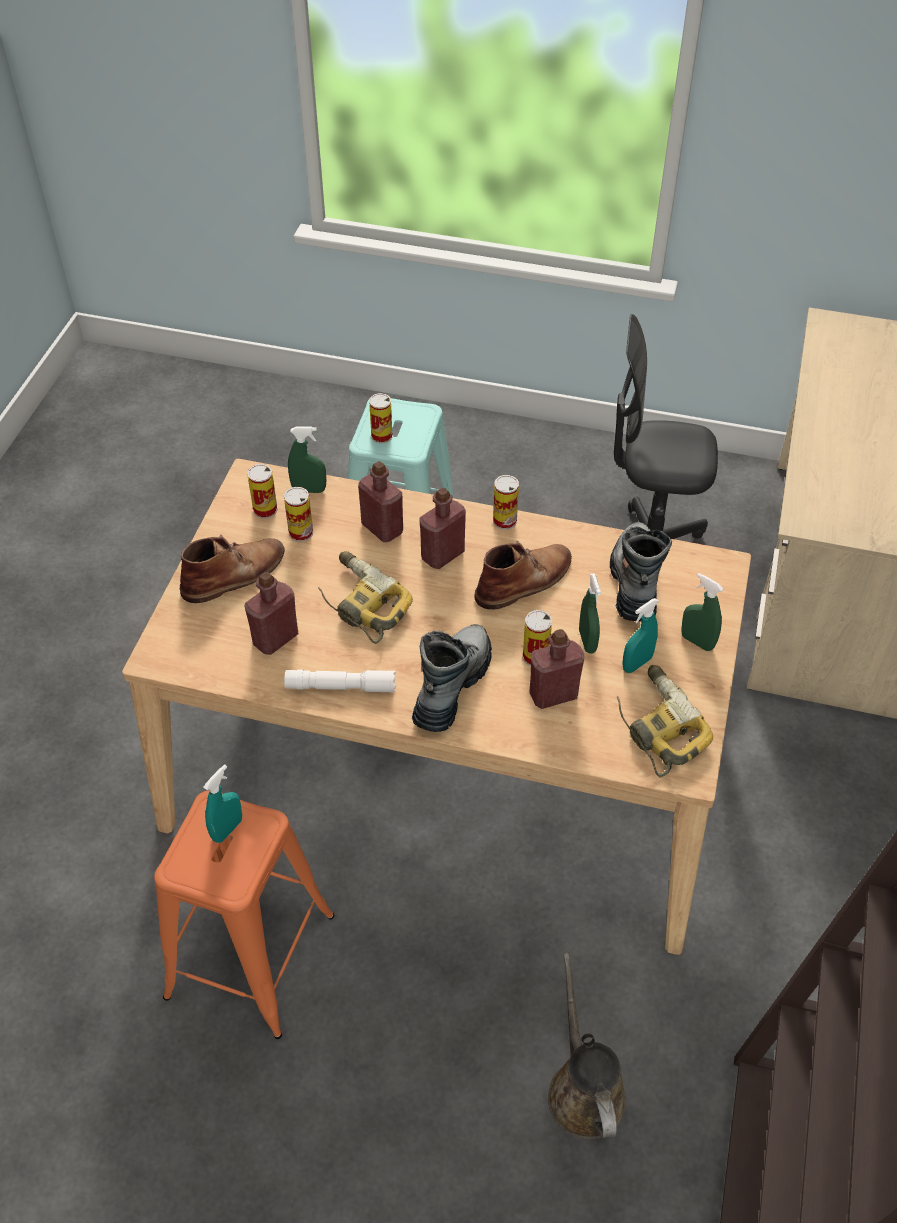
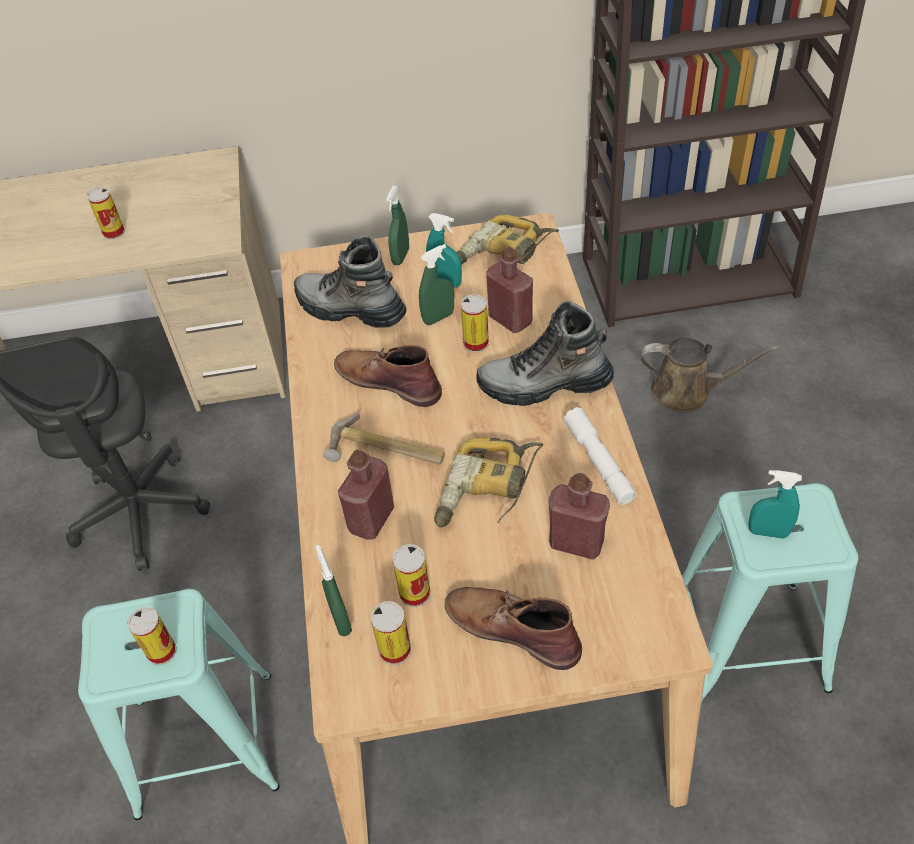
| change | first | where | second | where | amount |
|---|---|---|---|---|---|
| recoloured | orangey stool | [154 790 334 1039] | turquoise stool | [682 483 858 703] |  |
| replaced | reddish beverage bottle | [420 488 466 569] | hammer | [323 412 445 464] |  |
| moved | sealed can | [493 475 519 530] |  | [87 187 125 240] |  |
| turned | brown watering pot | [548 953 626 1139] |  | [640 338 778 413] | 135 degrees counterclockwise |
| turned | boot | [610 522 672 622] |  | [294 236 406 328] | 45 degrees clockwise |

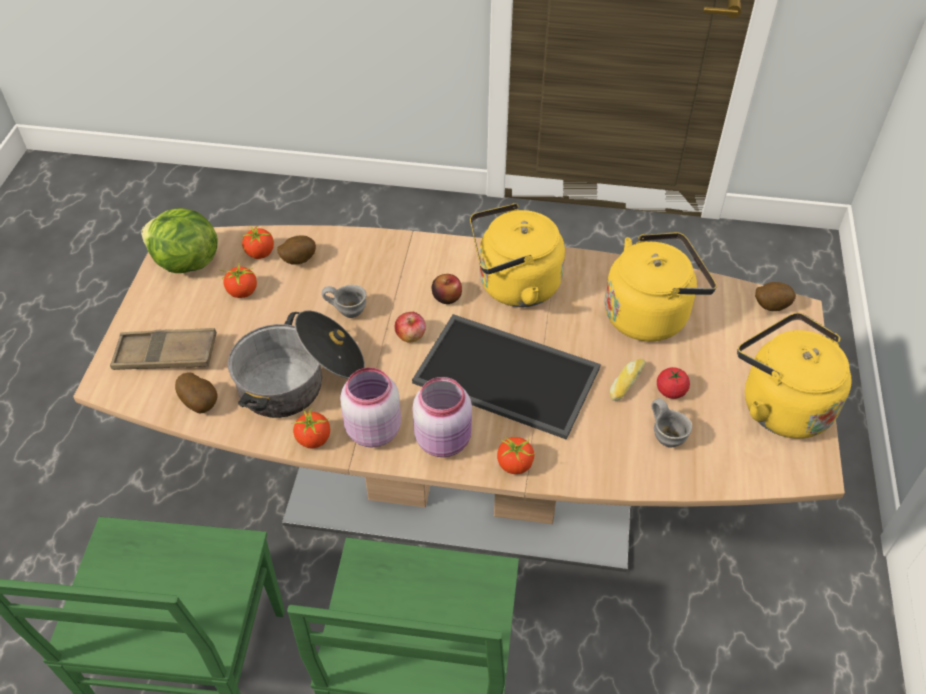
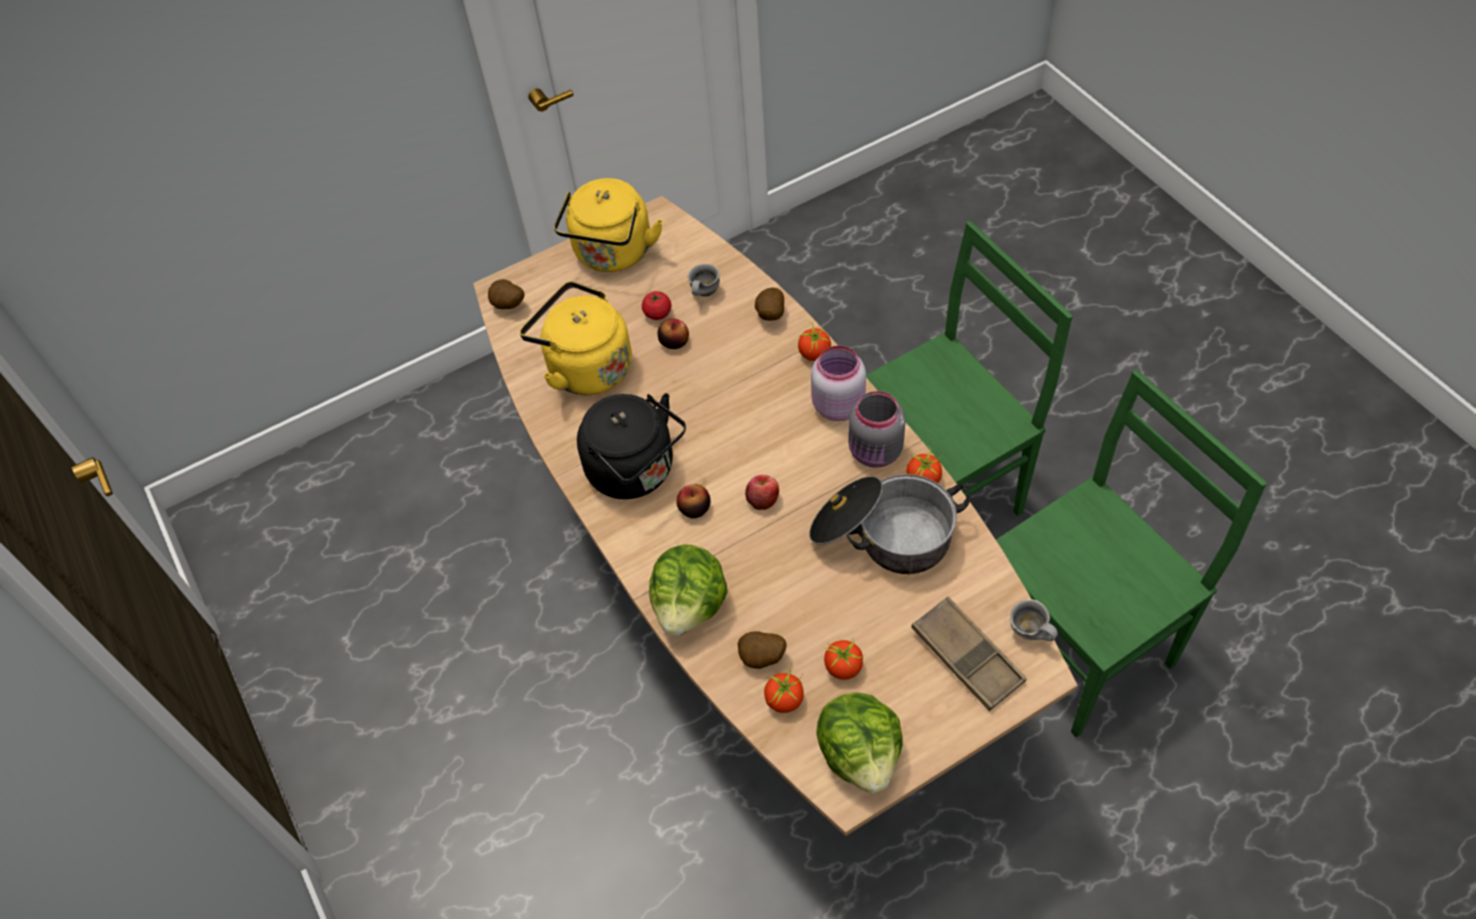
| change | first | where | second | where | amount |
|---|---|---|---|---|---|
| moved | whole potato | [175 372 218 414] |  | [755 287 784 321] |  |
| moved | gray coffee mug | [322 285 367 318] |  | [1010 599 1058 641] |  |
| recoloured | pink jar | [340 367 401 448] | gray jar | [848 391 906 468] |  |
| removed | carrying tray | [412 314 601 440] |  |  |  |
| recoloured | yellowish tea kettle | [470 203 565 307] | black tea kettle | [577 393 686 499] |  |
| replaced | bakery bread | [610 359 646 401] | apple | [657 319 689 349] |  |
| added |  |  | head of lettuce | [649 544 728 636] |  |

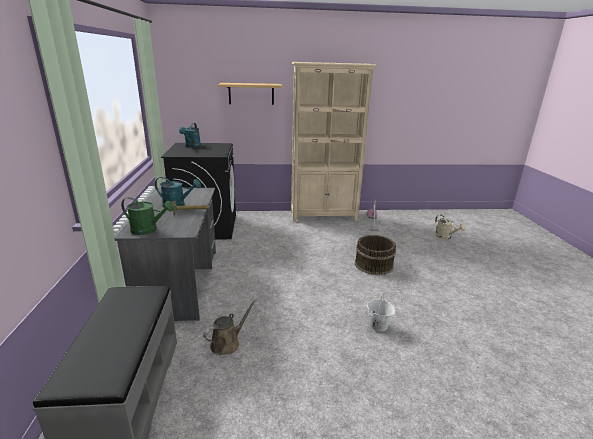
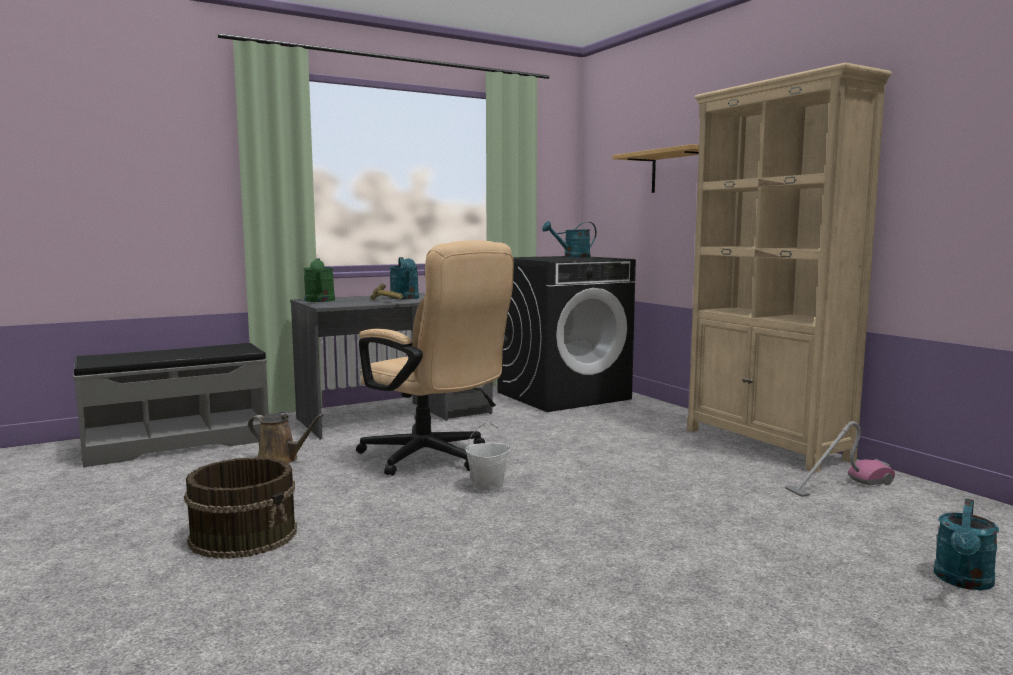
| change | first | where | second | where | amount |
|---|---|---|---|---|---|
| moved | brown pail | [355 235 396 275] |  | [184 457 297 559] |  |
| moved | white pail | [367 294 395 332] |  | [465 422 510 492] |  |
| recoloured | beige-coloured watering pot | [435 215 466 239] | turquoise watering pot | [934 499 999 590] |  |
| added |  |  | beige-coloured desk chair | [356 240 514 476] |  |

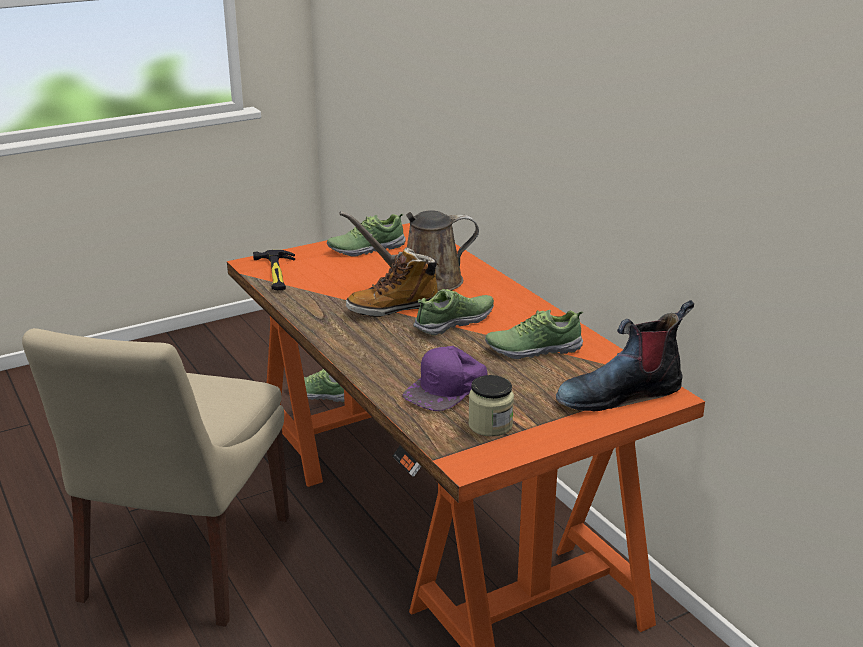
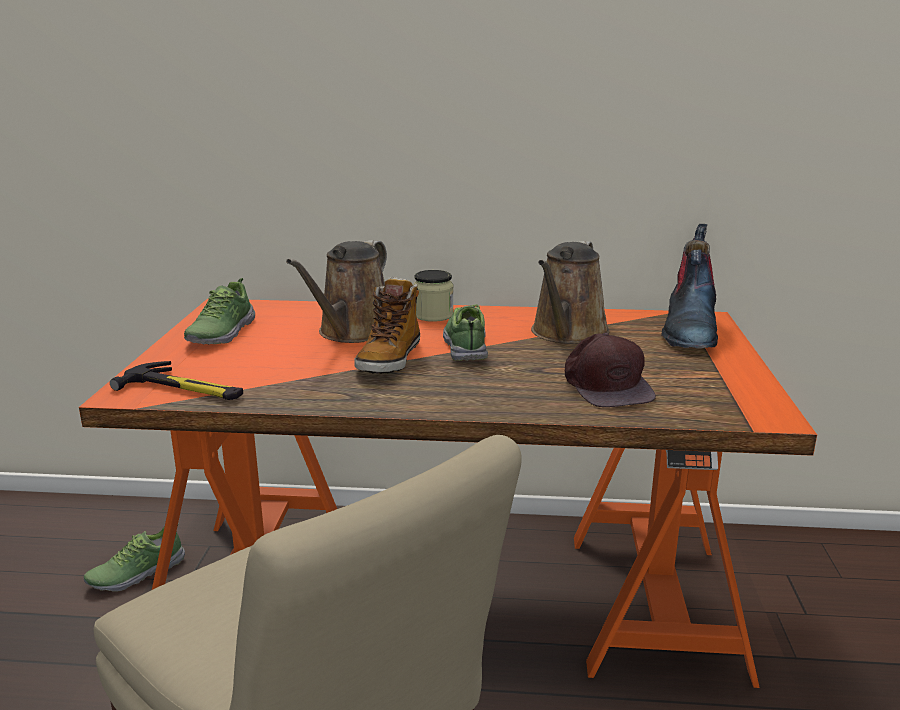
| change | first | where | second | where | amount |
|---|---|---|---|---|---|
| recoloured | purple-coloured baseball cap | [403 346 487 411] | brown baseball cap | [565 333 656 407] |  |
| moved | jar | [468 375 514 437] |  | [413 270 454 322] |  |
| replaced | shoe | [485 310 583 359] | brown watering pot | [531 241 610 344] |  |

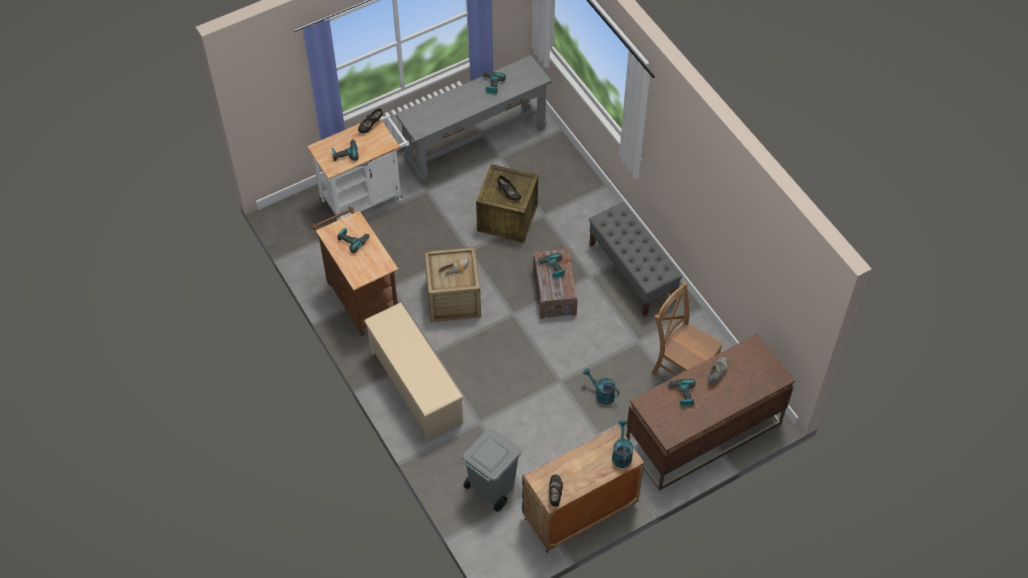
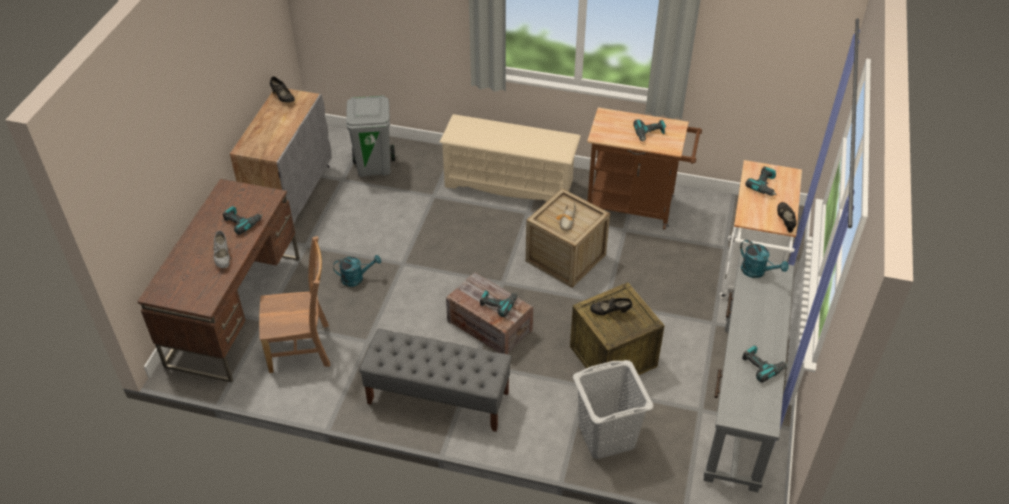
| change | first | where | second | where | amount |
|---|---|---|---|---|---|
| moved | turquoise watering pot | [612 420 634 468] |  | [740 240 789 278] |  |
| added |  |  | gray laundry basket | [573 360 653 459] |  |

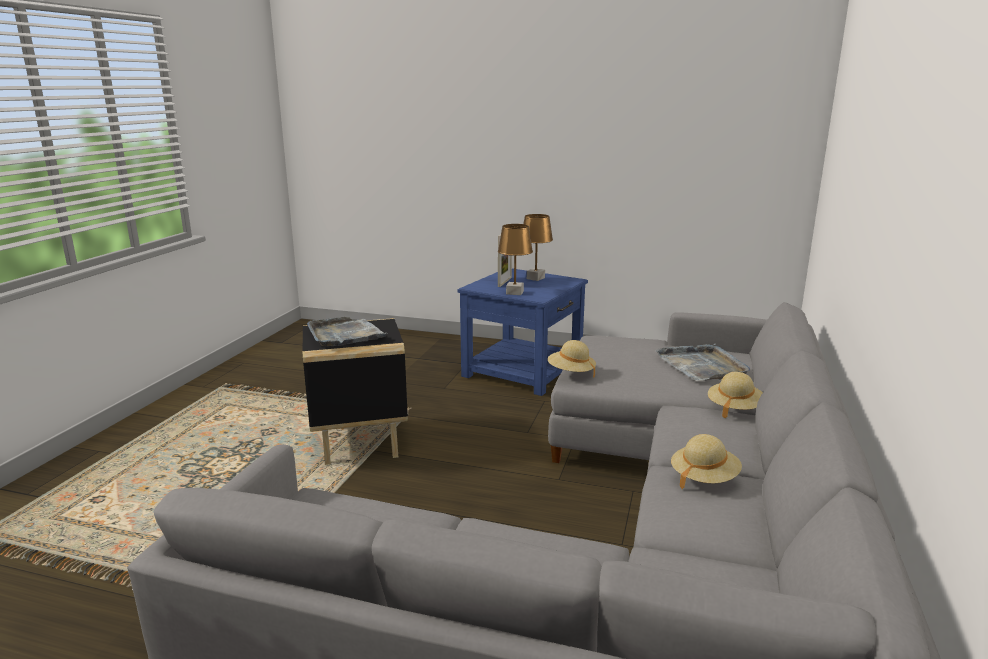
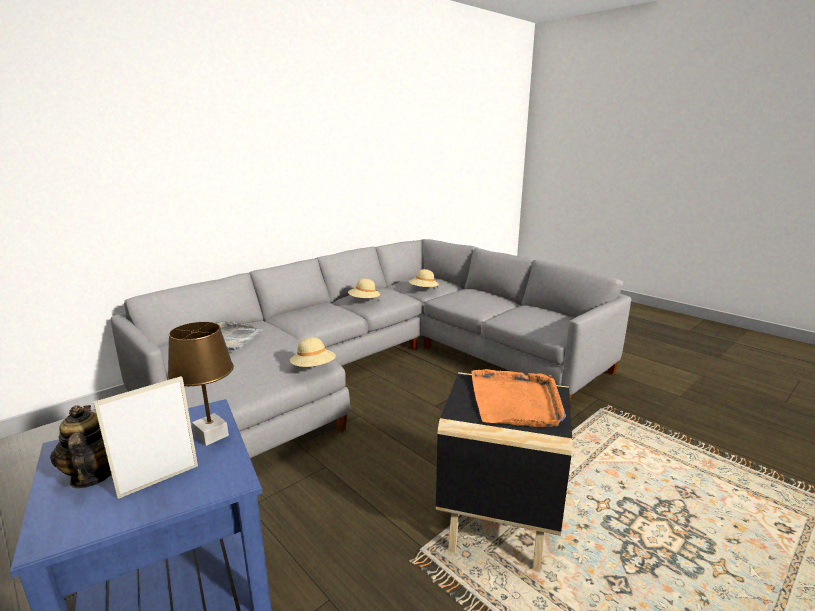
| change | first | where | second | where | amount |
|---|---|---|---|---|---|
| recoloured | gray carrying tray | [307 317 386 346] | orangey carrying tray | [471 369 566 427] |  |
| replaced | brown tabletop lamp | [523 214 553 281] | teapot | [50 405 111 488] |  |
| moved | beige-coloured clothing hat | [708 372 763 418] |  | [409 269 439 289] |  |

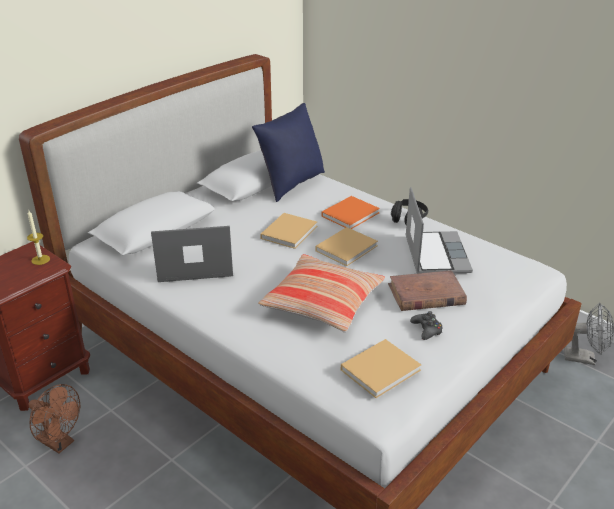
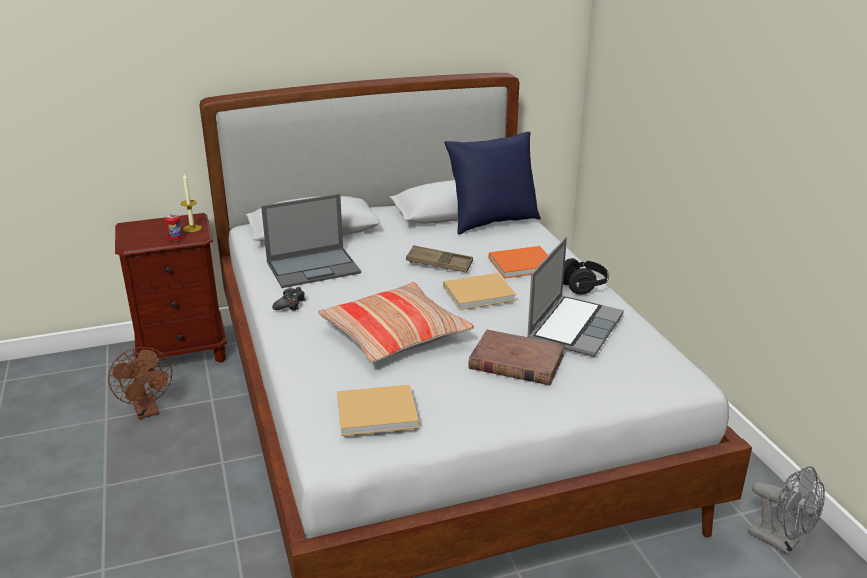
| change | first | where | second | where | amount |
|---|---|---|---|---|---|
| turned | notebook computer | [151 226 233 282] |  | [261 194 361 288] | 135 degrees clockwise |
| replaced | beige-coloured bound book | [260 213 317 249] | brown carrying tray | [406 245 473 273] |  |
| moved | black joypad | [410 311 442 340] |  | [272 287 306 311] |  |
| added |  |  | sealed can | [165 213 182 241] |  |

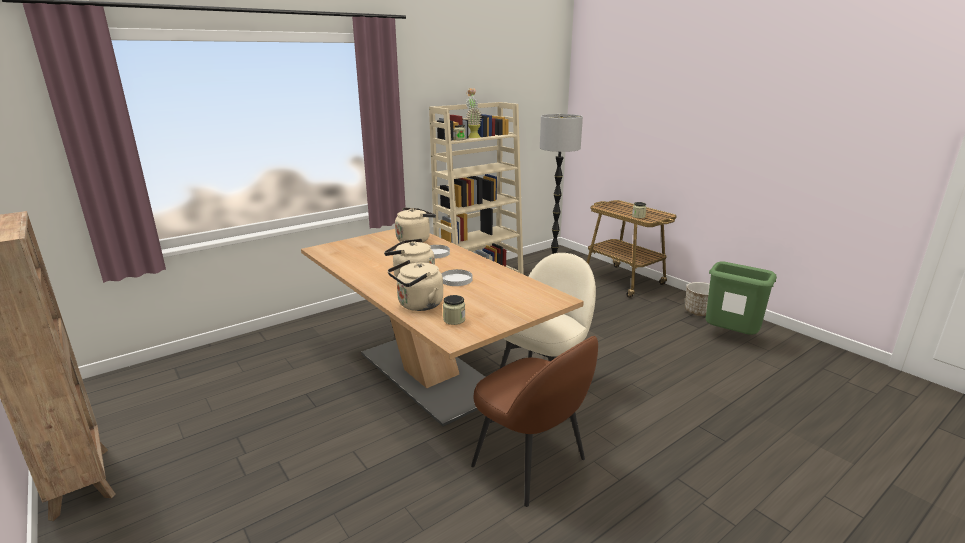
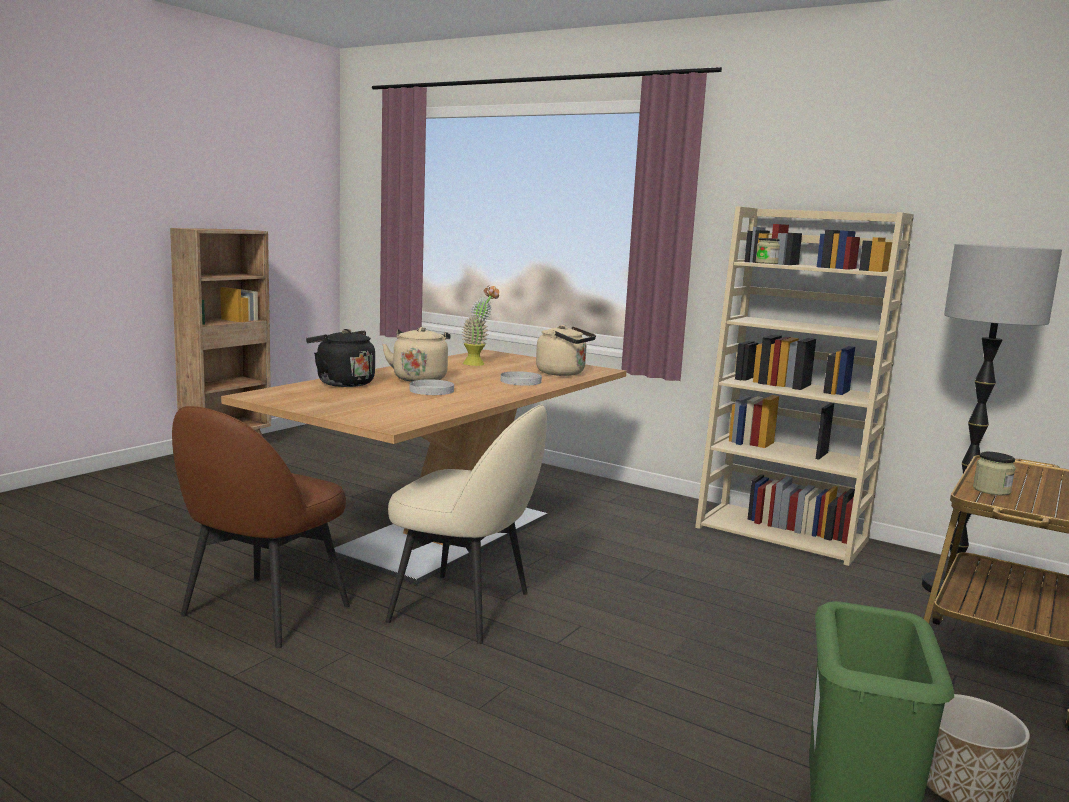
| change | first | where | second | where | amount |
|---|---|---|---|---|---|
| recoloured | beige-coloured tea kettle | [388 260 443 311] | black tea kettle | [306 329 375 387] |  |
| removed | jar | [443 295 465 325] |  |  |  |
| moved | houseplant | [466 88 482 138] |  | [462 286 499 366] |  |

